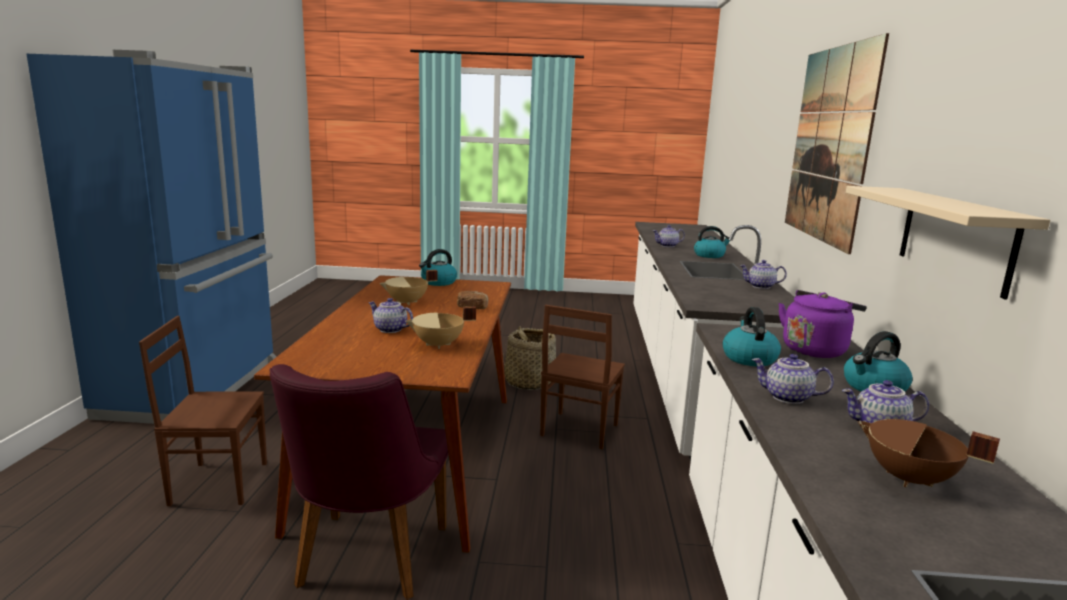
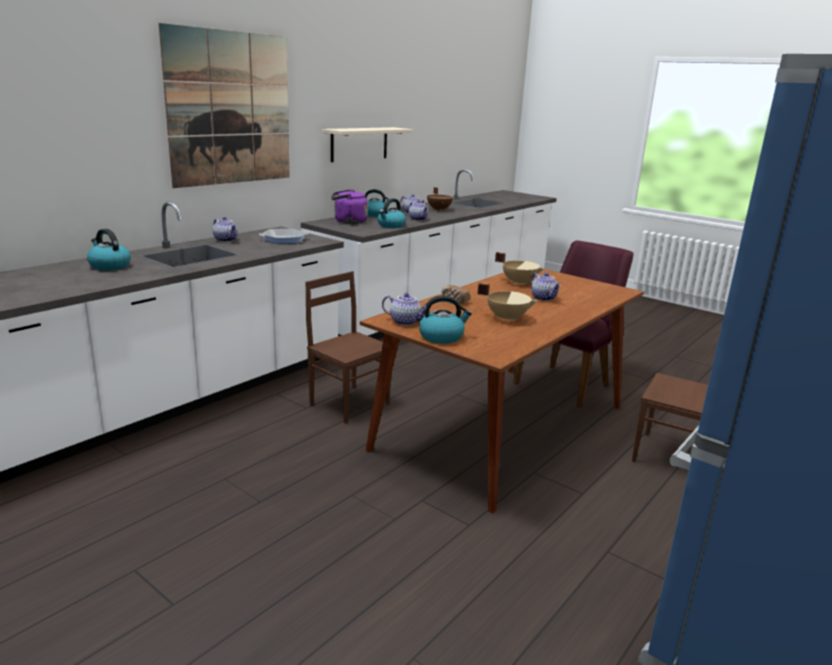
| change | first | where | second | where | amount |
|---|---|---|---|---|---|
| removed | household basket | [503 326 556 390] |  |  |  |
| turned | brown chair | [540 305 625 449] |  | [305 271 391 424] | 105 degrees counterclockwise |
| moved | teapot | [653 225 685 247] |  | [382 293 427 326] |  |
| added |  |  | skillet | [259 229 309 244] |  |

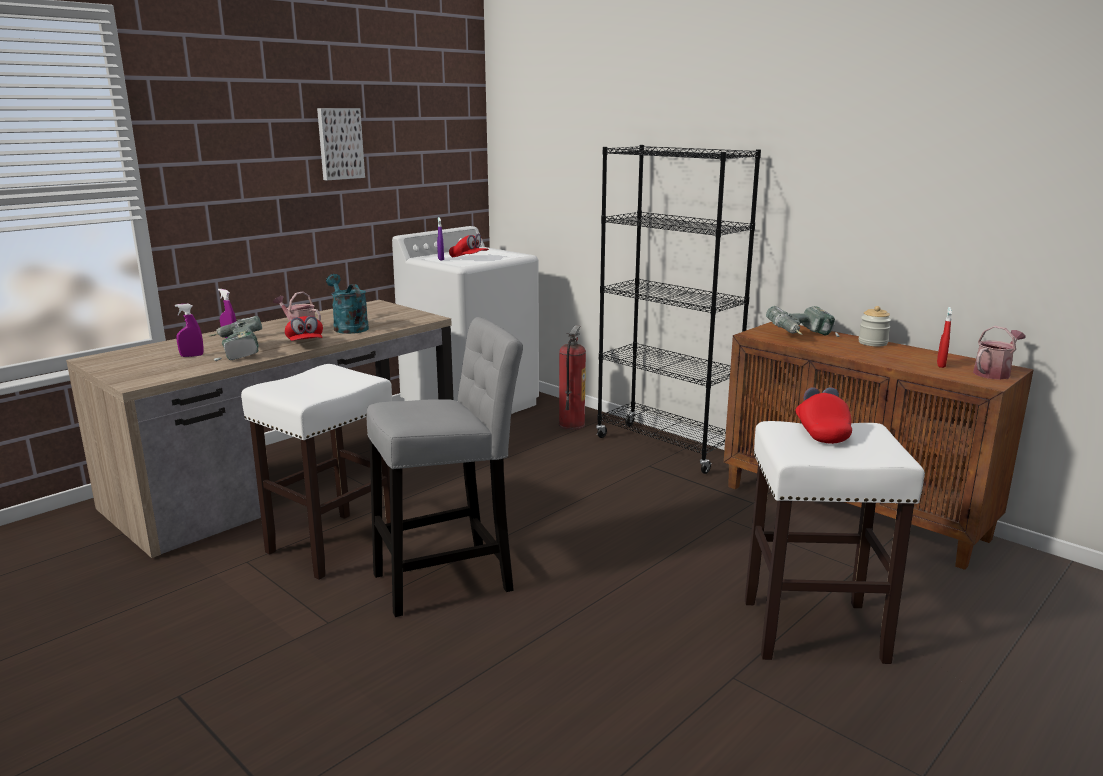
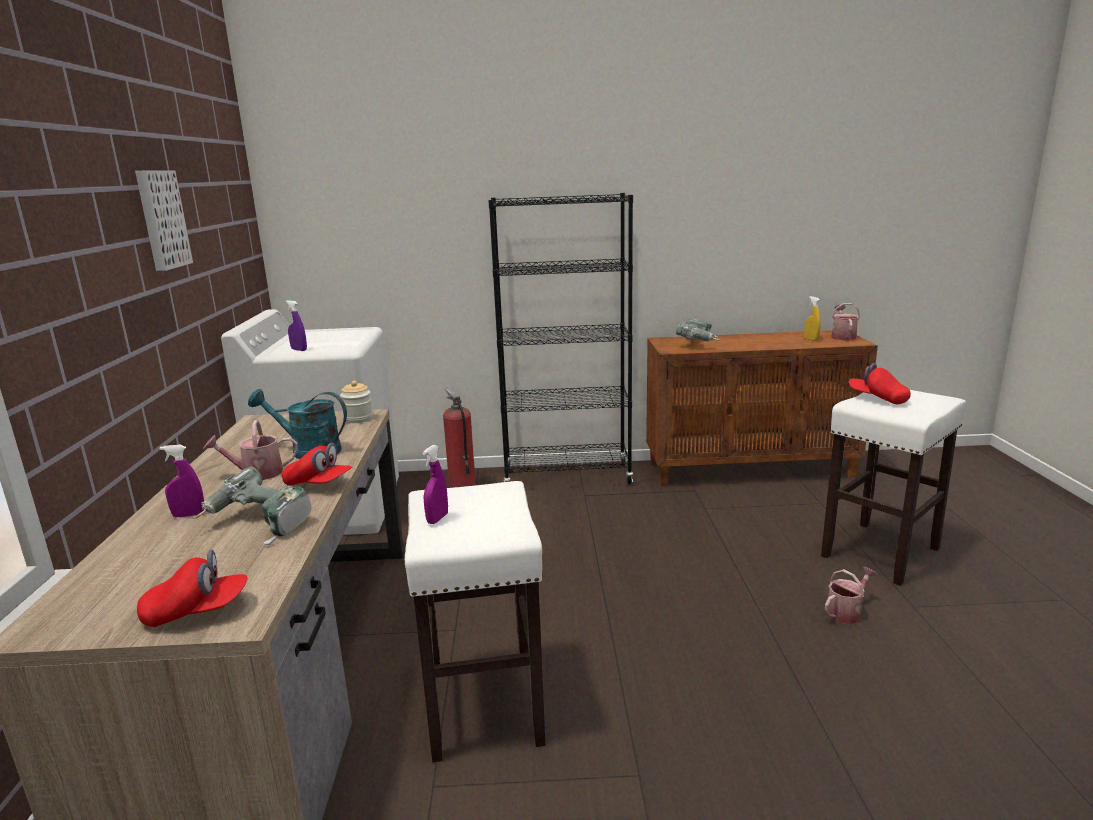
| change | first | where | second | where | amount |
|---|---|---|---|---|---|
| moved | purple-coloured sprayer | [175 304 203 357] |  | [423 445 448 524] |  |
| removed | gray stool | [367 317 523 617] |  |  |  |
| moved | reddish baseball cap | [449 234 489 257] |  | [137 550 248 627] |  |
| moved | jar | [859 306 891 347] |  | [340 381 373 423] |  |
| recoloured | reddish sprayer | [937 307 952 368] | yellowish sprayer | [804 296 821 341] |  |
| added |  |  | watering pot | [825 567 877 624] |  |

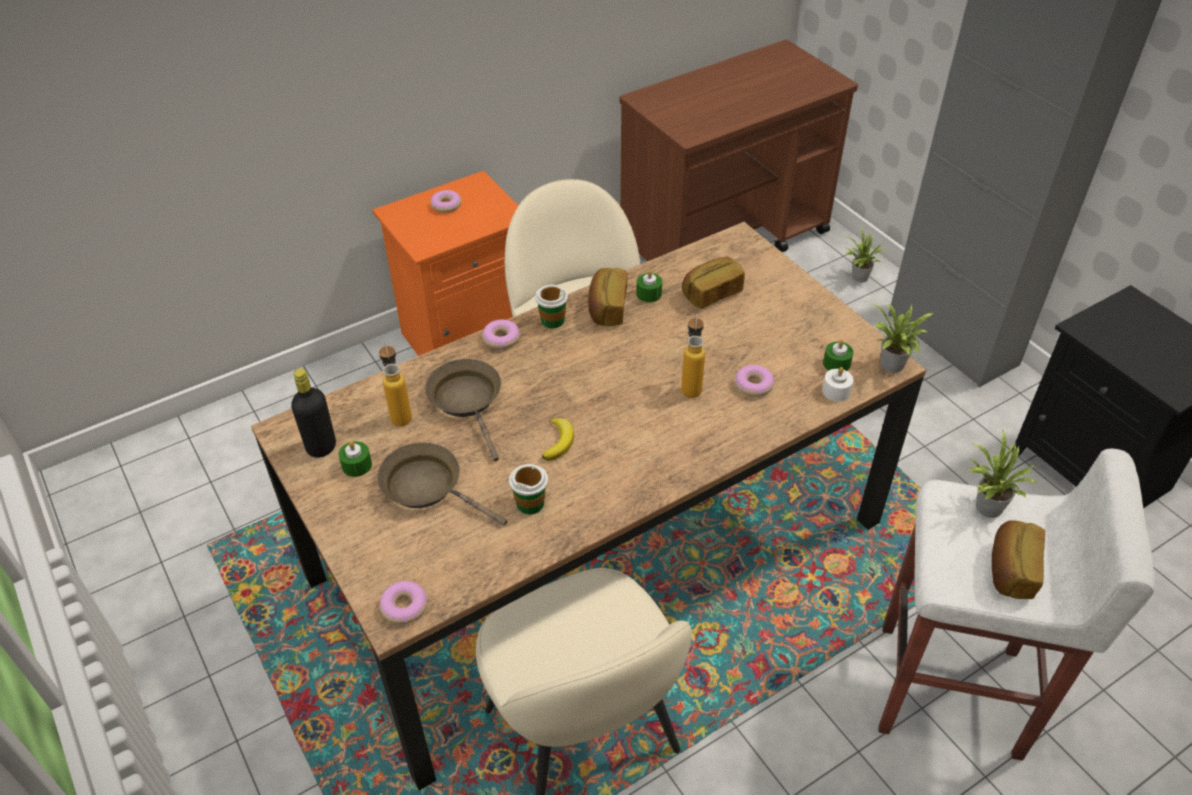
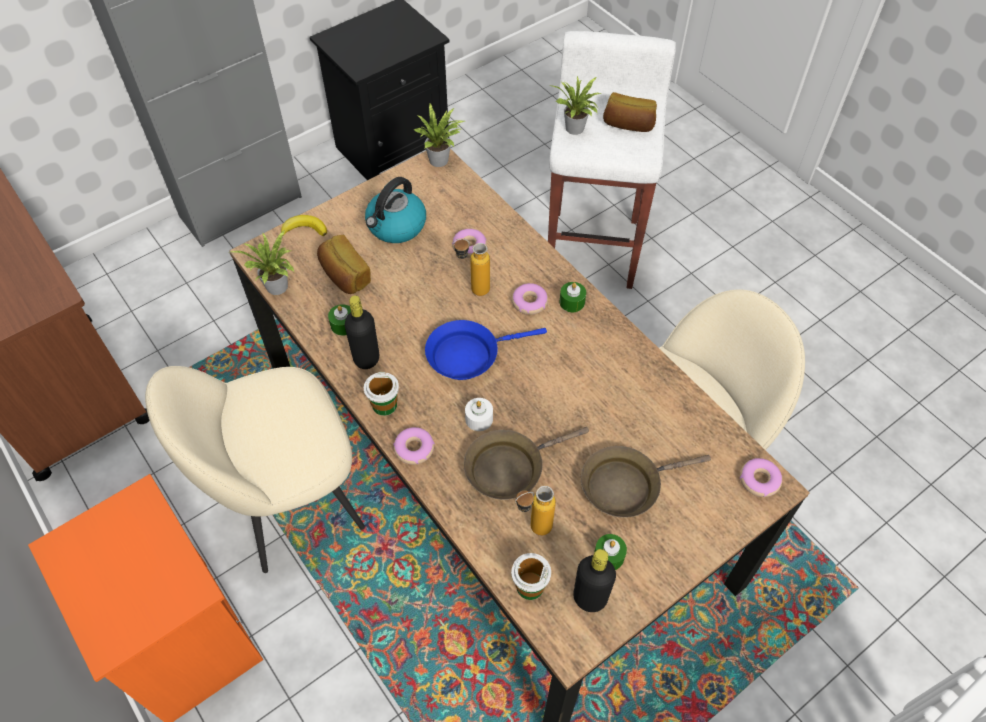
| change | first | where | second | where | amount |
|---|---|---|---|---|---|
| turned | brown skillet | [377 442 507 525] |  | [581 446 711 518] | 45 degrees clockwise |
| moved | ring doughnut | [430 190 462 213] |  | [512 283 548 315] |  |
| moved | small cup | [509 464 548 515] |  | [511 553 551 600] |  |
| moved | whole banana | [542 418 574 461] |  | [281 215 327 236] |  |
| replaced | bakery bread | [588 268 628 326] | black beverage bottle | [345 295 379 369] |  |
| moved | white wax candle | [822 367 853 402] |  | [465 398 493 431] |  |
| moved | green wax candle | [823 340 853 371] |  | [560 282 586 312] |  |
| moved | houseplant | [844 227 886 282] |  | [231 230 294 295] |  |
| added |  |  | tea kettle | [365 177 426 243] |  |
| added |  |  | blue skillet | [425 320 547 380] |  |

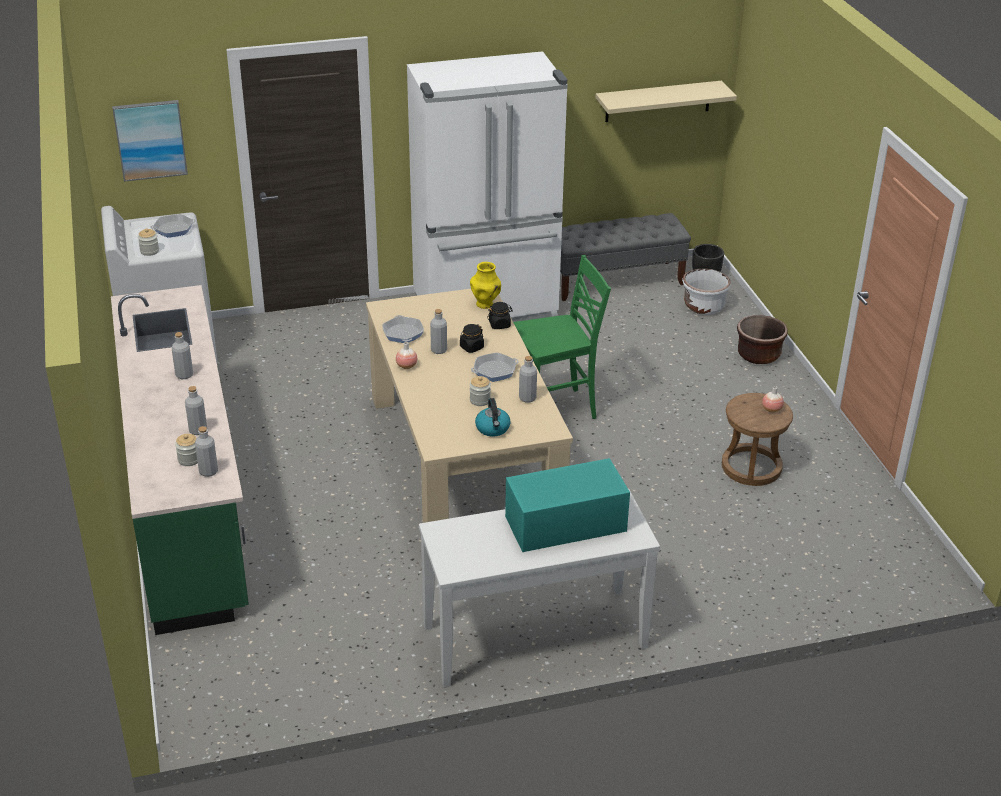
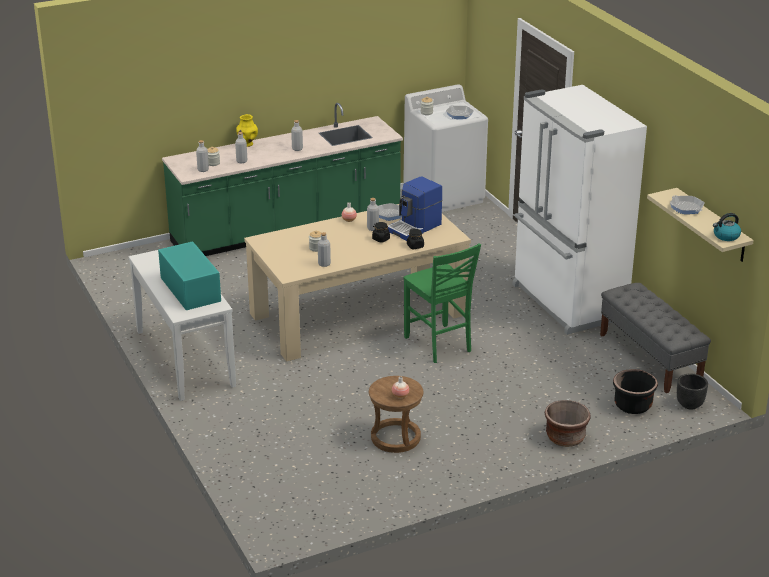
| change | first | where | second | where | amount |
|---|---|---|---|---|---|
| removed | wall picture | [112 100 188 182] |  |  |  |
| moved | yellowish vase | [470 262 501 309] |  | [236 114 258 147] |  |
| moved | skillet | [471 352 519 382] |  | [670 195 705 214] |  |
| moved | tea kettle | [475 398 510 437] |  | [713 213 741 241] |  |
| recoloured | white planter | [682 268 731 315] | black planter | [613 369 658 414] |  |
| added |  |  | coffee brewer | [388 176 442 241] |  |

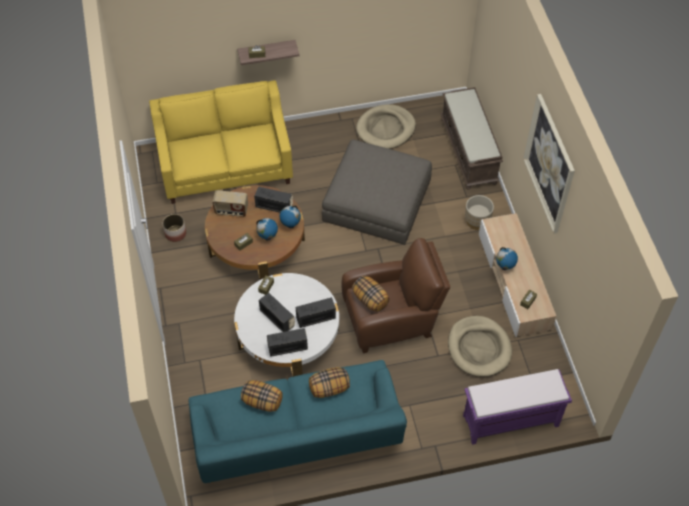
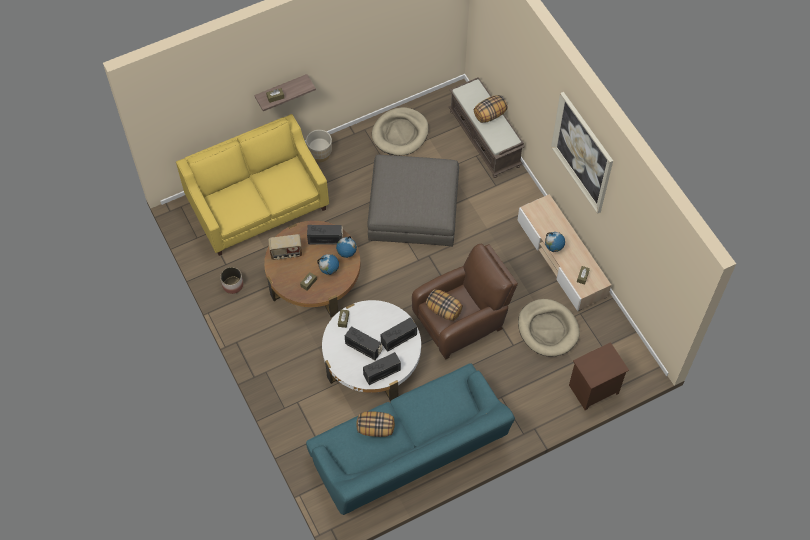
| change | first | where | second | where | amount |
|---|---|---|---|---|---|
| moved | throw pillow | [309 367 350 398] |  | [474 95 508 123] |  |
| replaced | purple-coloured bench | [463 369 572 445] | brown bedside table | [569 342 629 410] |  |
| moved | beige-coloured planter | [465 195 494 230] |  | [306 130 332 162] |  |

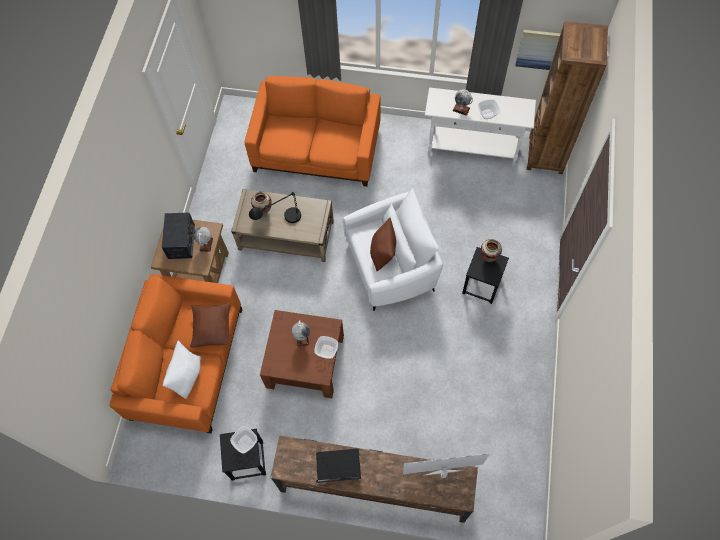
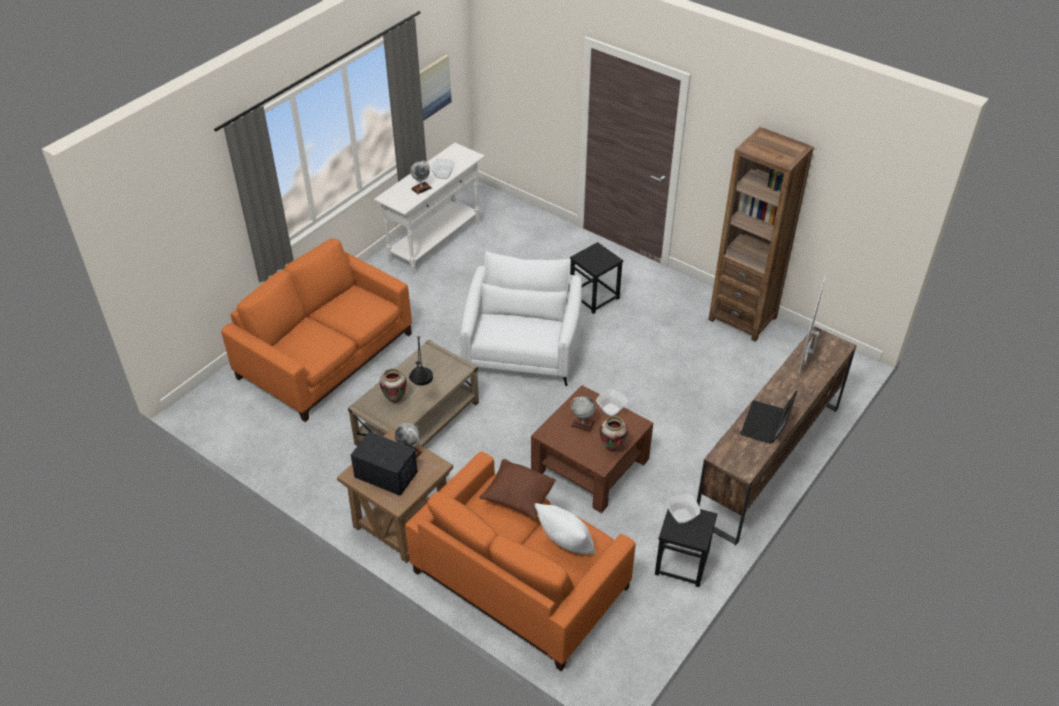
| change | first | where | second | where | amount |
|---|---|---|---|---|---|
| removed | brown throw pillow | [370 218 396 272] |  |  |  |
| moved | vase | [481 239 502 262] |  | [600 416 628 452] |  |
| moved | brown shelving unit | [527 21 608 174] |  | [708 127 814 342] |  |

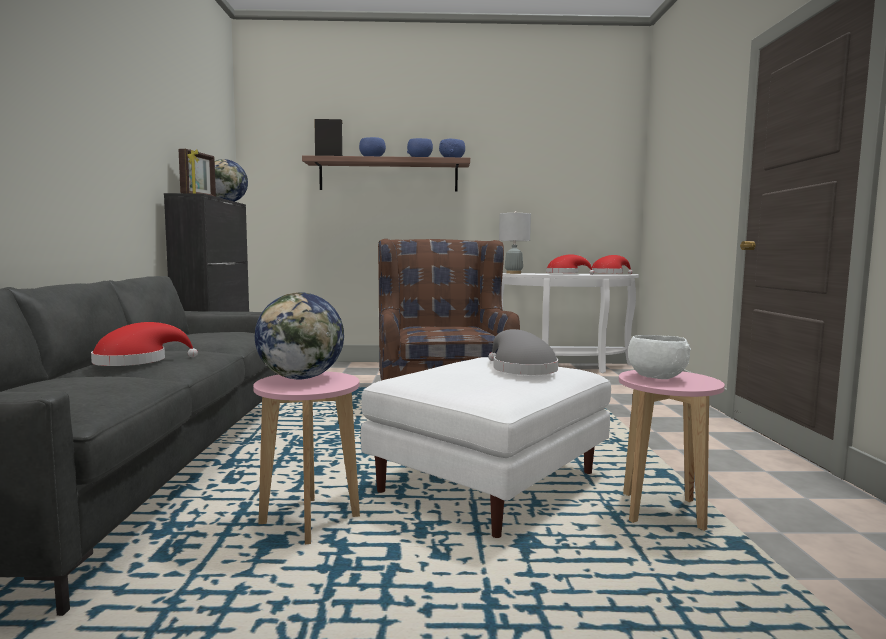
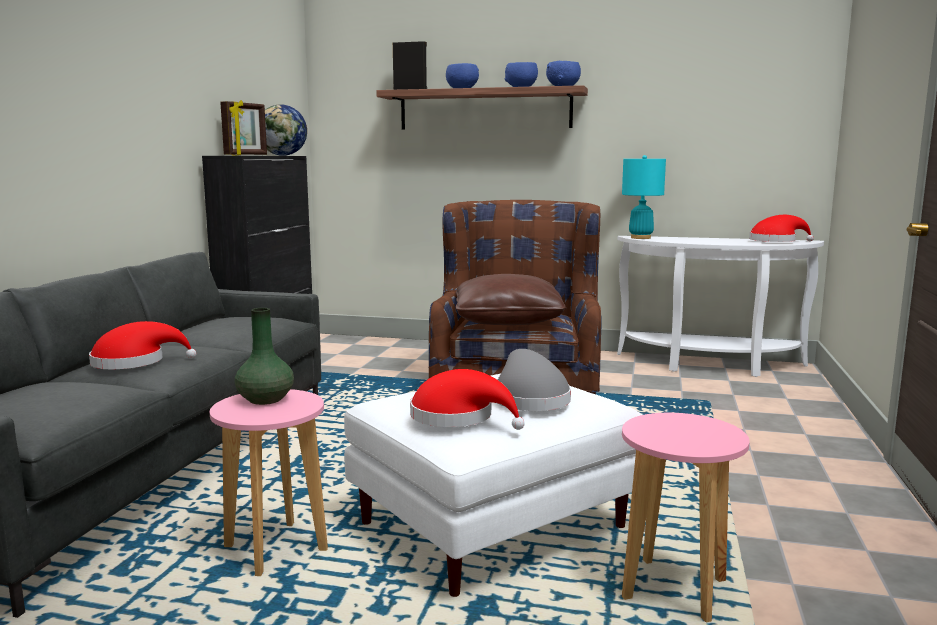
| change | first | where | second | where | amount |
|---|---|---|---|---|---|
| replaced | desk globe | [255 292 344 380] | green vase | [235 308 294 405] |  |
| recoloured | gray tabletop lamp | [499 211 531 274] | turquoise tabletop lamp | [622 155 666 239] |  |
| moved | reddish clothing hat | [546 254 594 275] |  | [410 369 525 430] |  |
| removed | white bowl | [628 335 691 379] |  |  |  |
| added |  |  | brown throw pillow | [456 274 567 325] |  |

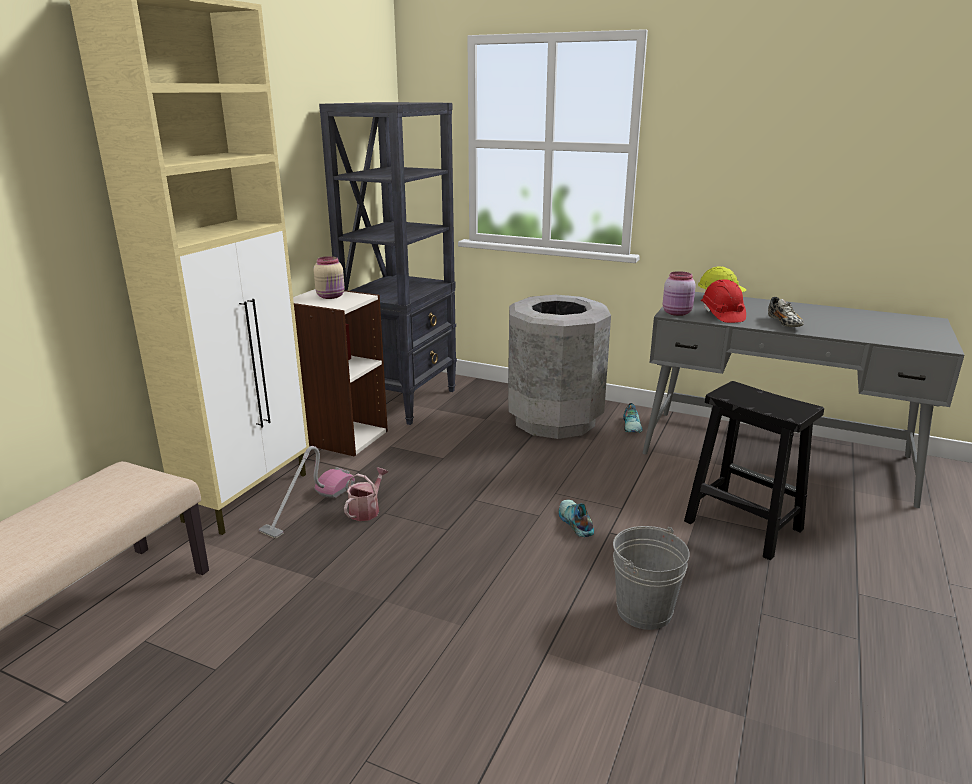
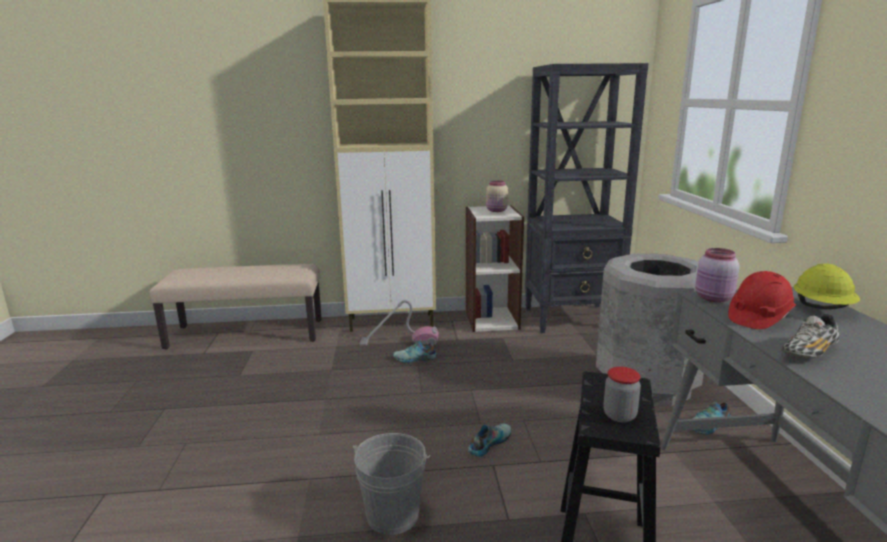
| change | first | where | second | where | amount |
|---|---|---|---|---|---|
| replaced | watering pot | [344 467 388 521] | shoe | [393 340 437 363] |  |
| added |  |  | jar | [603 367 641 423] |  |

